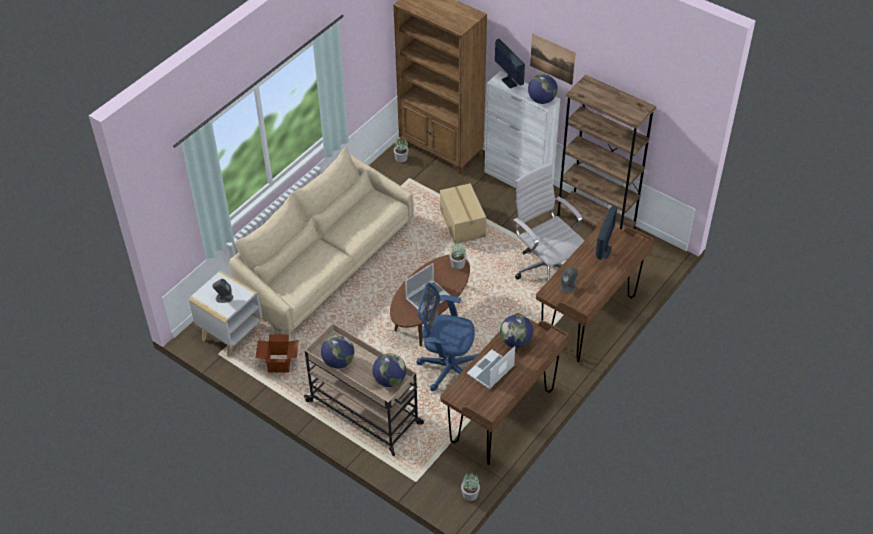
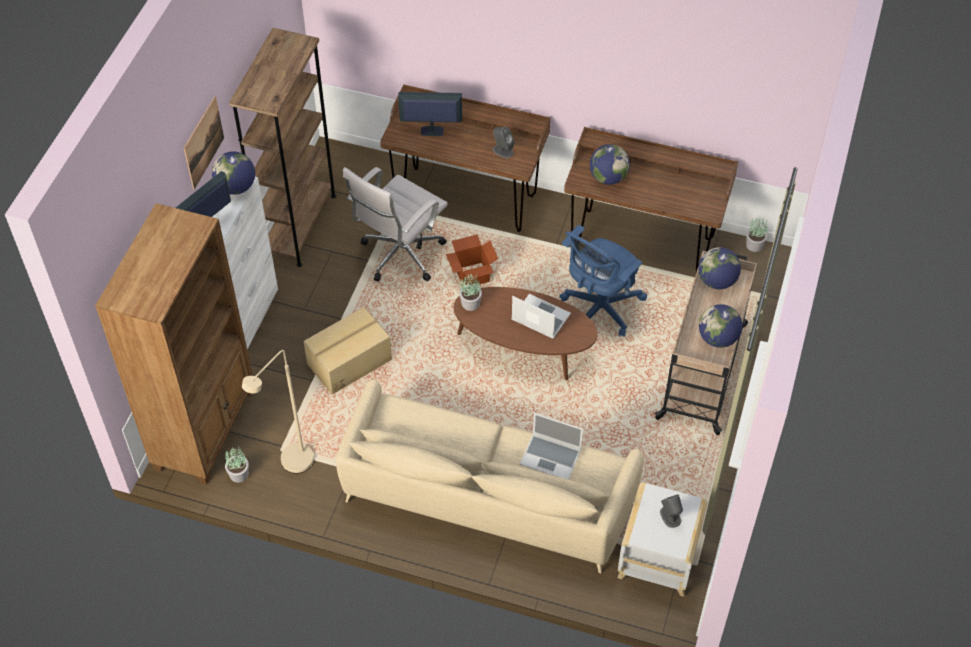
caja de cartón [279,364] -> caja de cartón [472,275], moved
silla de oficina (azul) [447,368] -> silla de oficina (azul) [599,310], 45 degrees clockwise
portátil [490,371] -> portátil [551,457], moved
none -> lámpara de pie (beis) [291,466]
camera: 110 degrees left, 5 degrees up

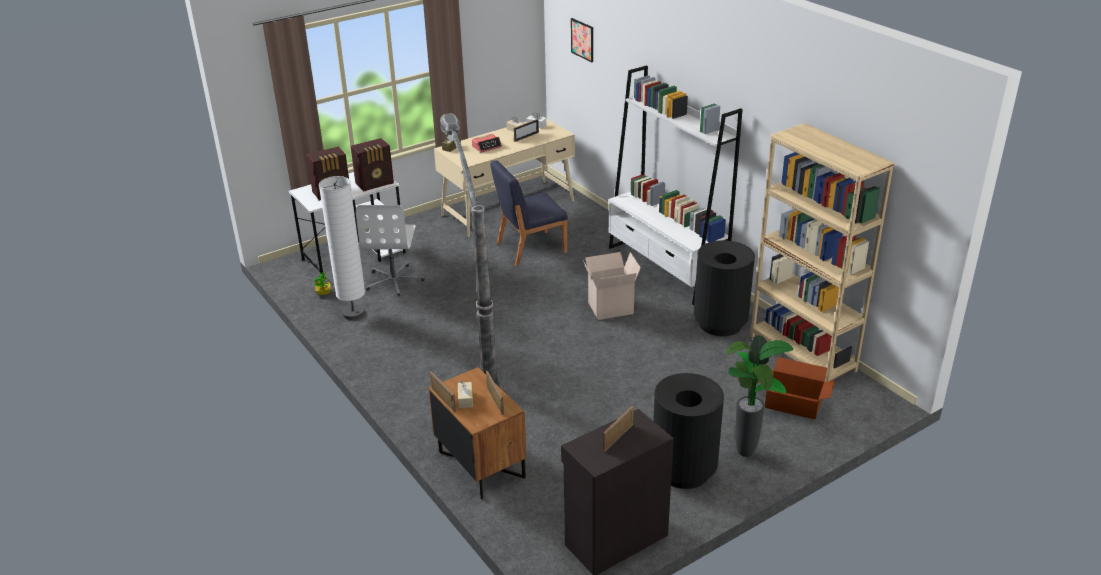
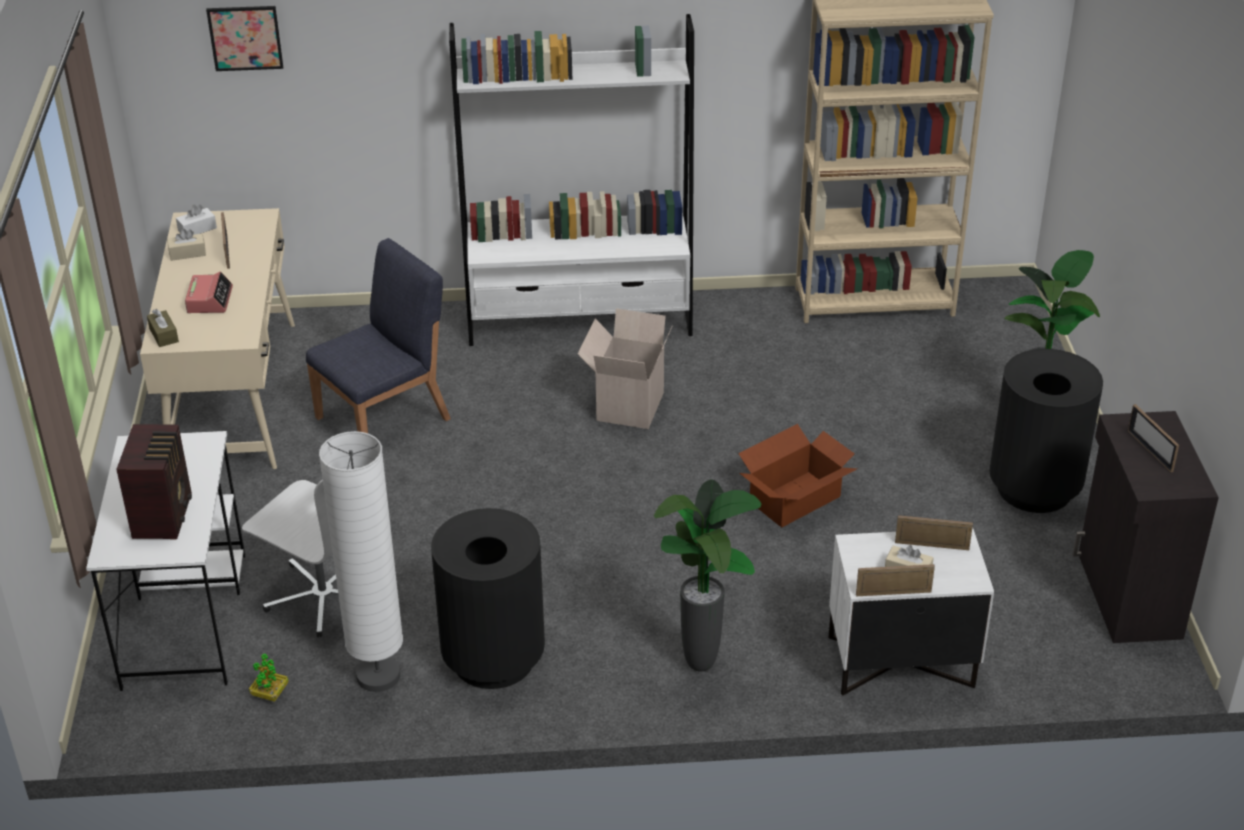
radio [375,183] -> none
mesita de noche (marrón) [480,465] -> mesita de noche (blanco) [900,663]
lámpara de pie [476,343] -> none
silla (azul) [530,248] -> silla (azul) [385,418], 135 degrees counterclockwise
papelera (negro) [720,323] -> papelera (negro) [493,659], moved
caja de cartón [793,404] -> caja de cartón [796,499], moved
none -> planta en maceta [702,666]
camera: 60 degrees left, 5 degrees up

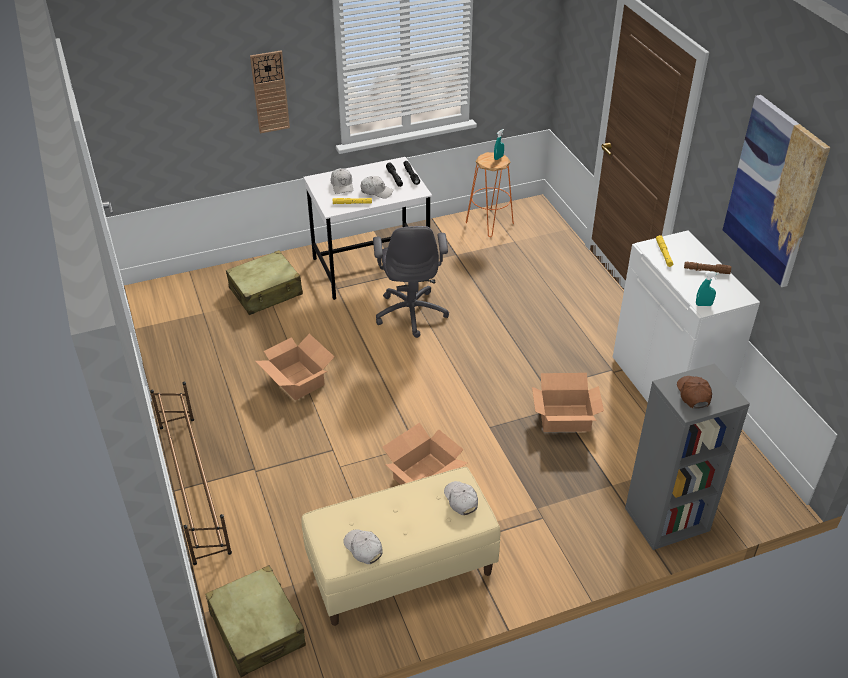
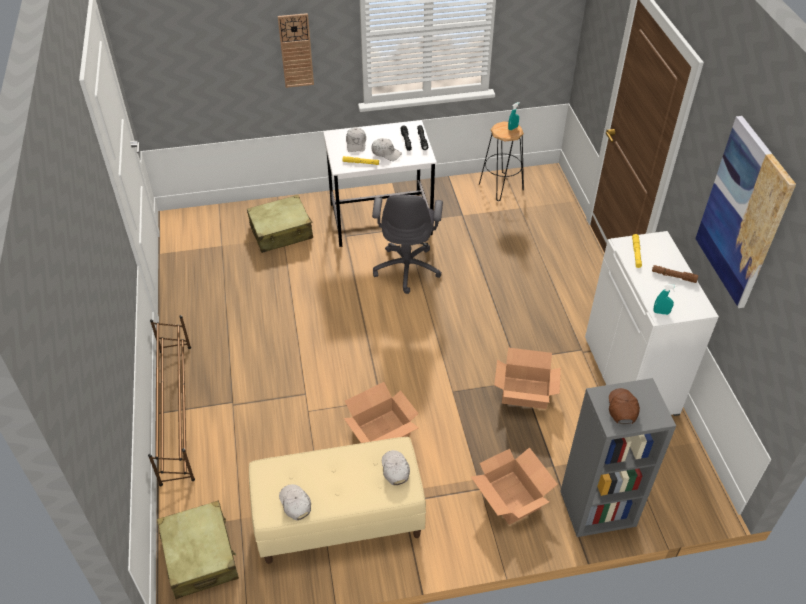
caja de cartón [297,380] -> caja de cartón [511,497], moved
taburete (naranja) [489,223] -> taburete (negro) [501,186]
camera: 10 degrees right, 5 degrees up

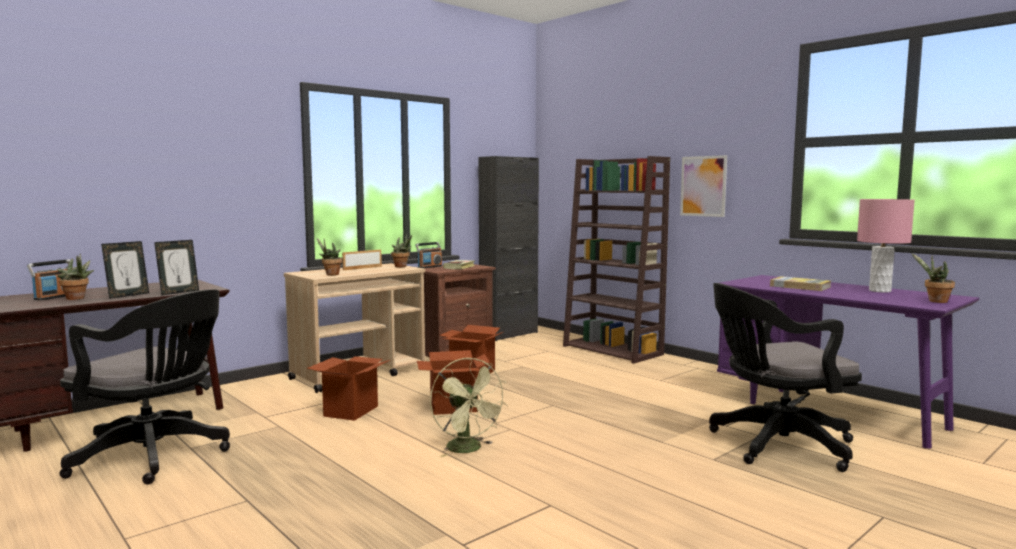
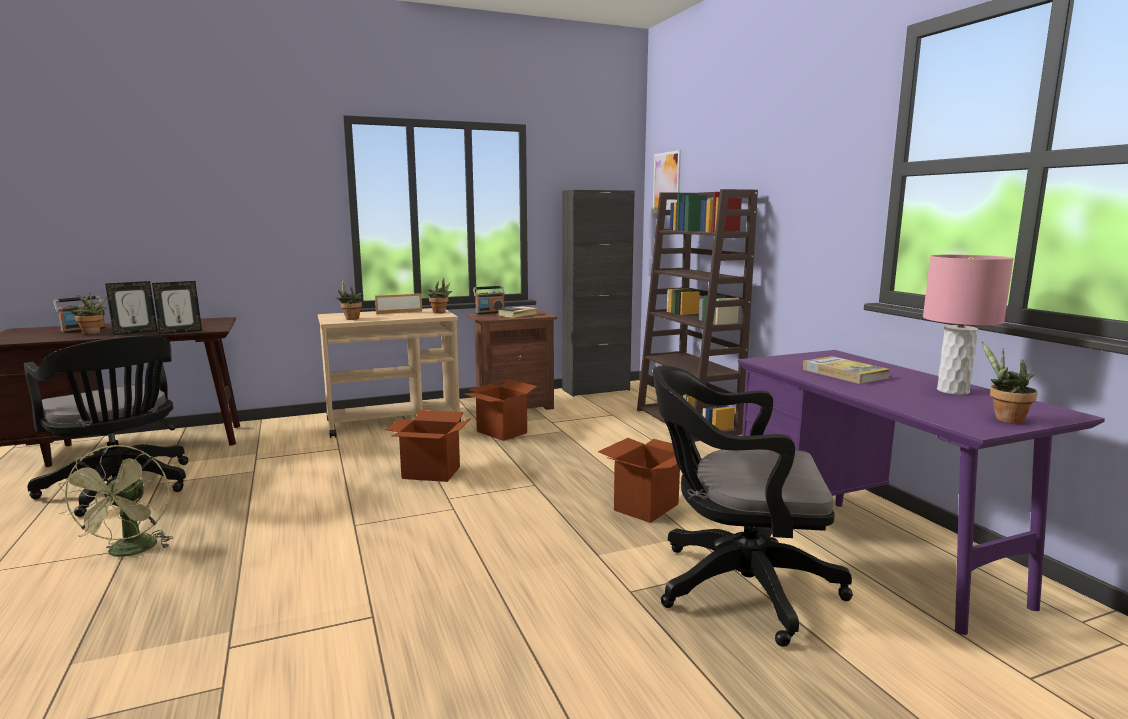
caja de cartón [351,411] -> caja de cartón [646,507], moved
ventilador (verde) [468,450] -> ventilador (verde) [130,552], moved
cuadro [703,186] -> cuadro [666,182], moved
camera: 20 degrees right, 5 degrees up

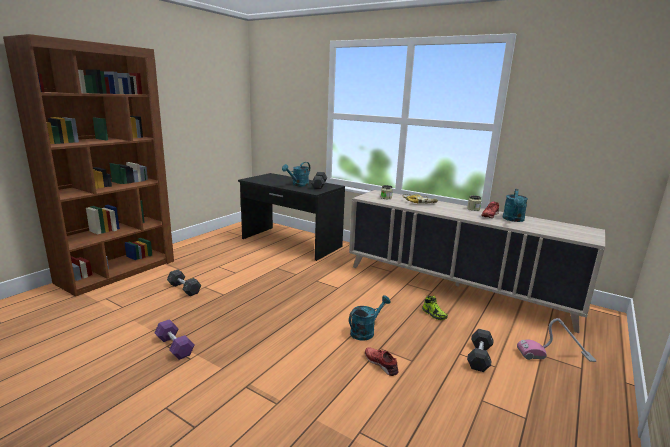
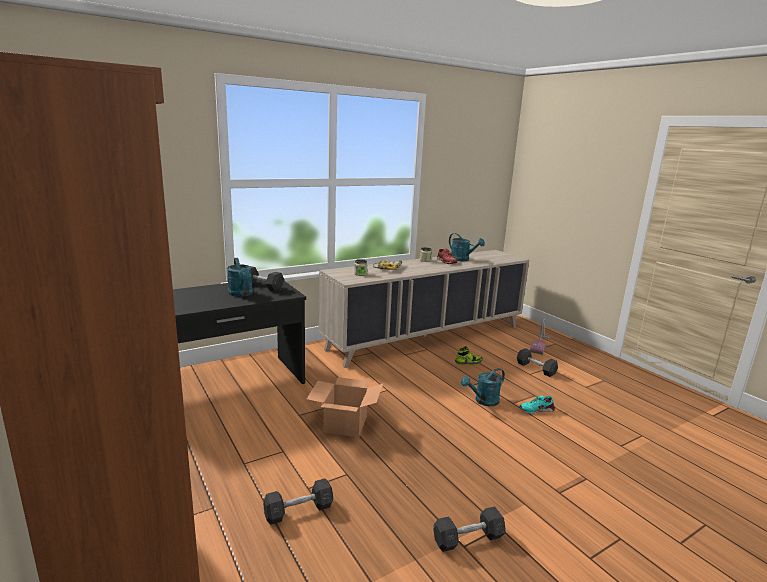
mancuerna (morado) [174,346] -> mancuerna (gris) [468,539]
regadera (turquesa) [365,331] -> regadera (turquesa) [483,401], 105 degrees counterclockwise
zapato (rojo) [381,364] -> zapato (turquesa) [536,409]
none -> caja de cartón [345,424]
camera: 65 degrees left, 0 degrees up

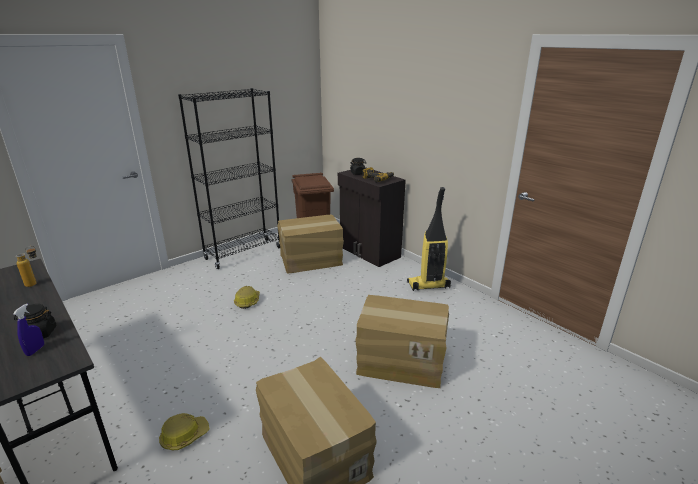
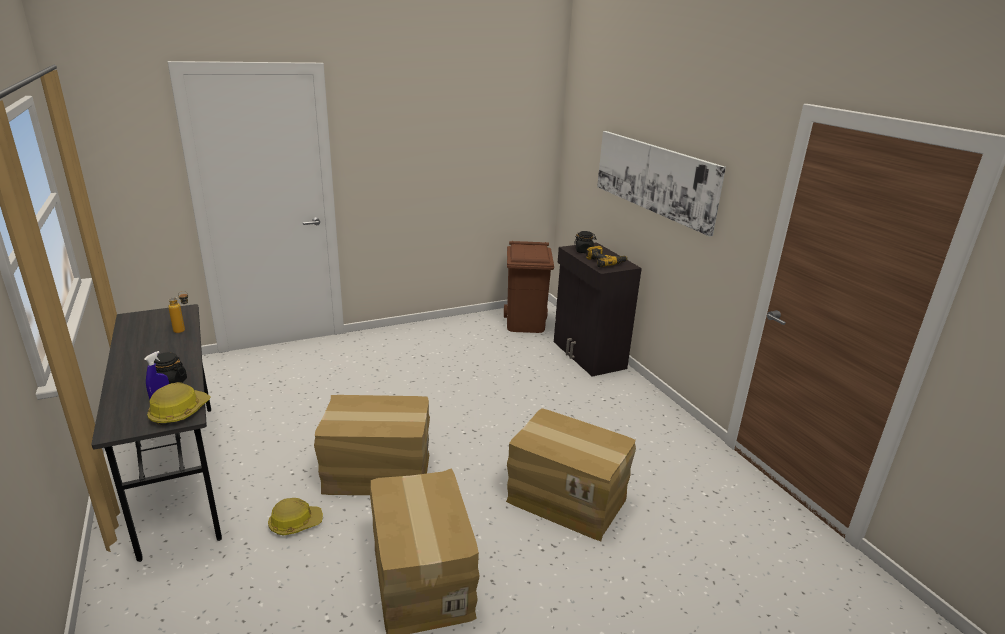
estantería (negro) [243,253] -> none
casco [247,301] -> casco [179,412], moved
caja de cartón [311,260] -> caja de cartón [377,472], moved
aspiradora [428,285] -> none
none -> cuadro [654,178]
camera: 15 degrees right, 0 degrees up

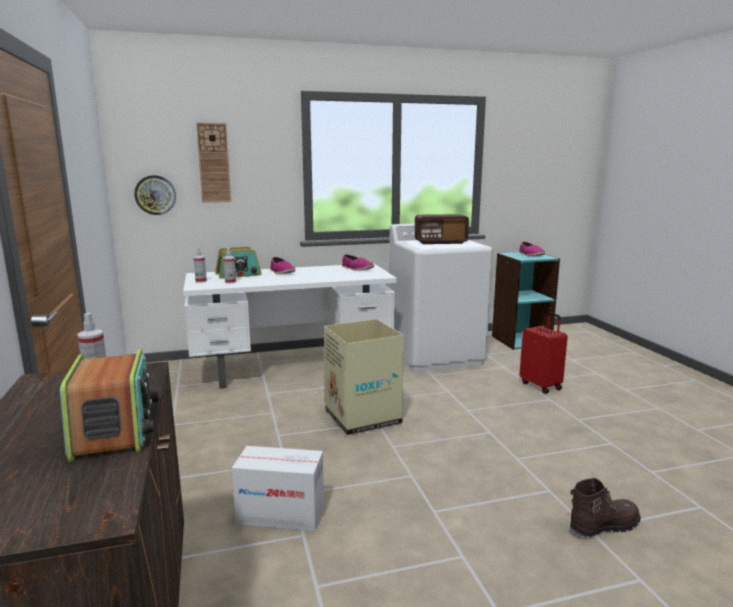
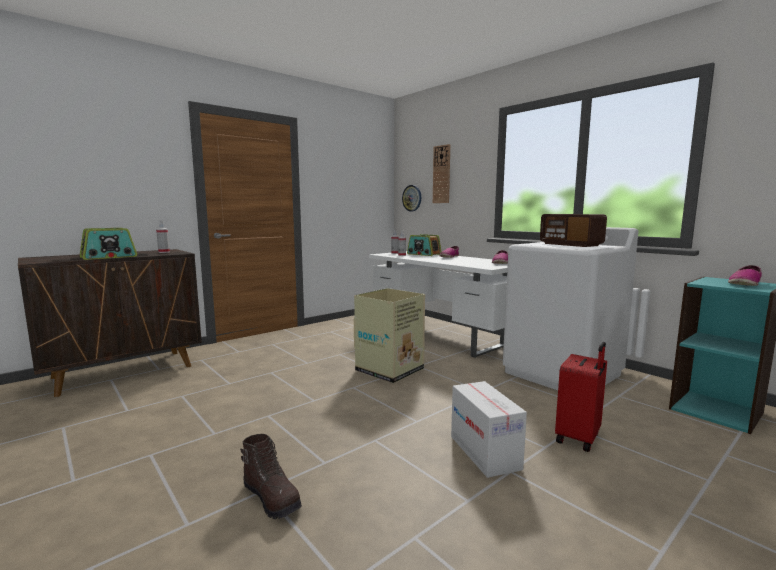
caja de cartón [281,514] -> caja de cartón [485,452], moved
camera: 65 degrees right, 5 degrees down

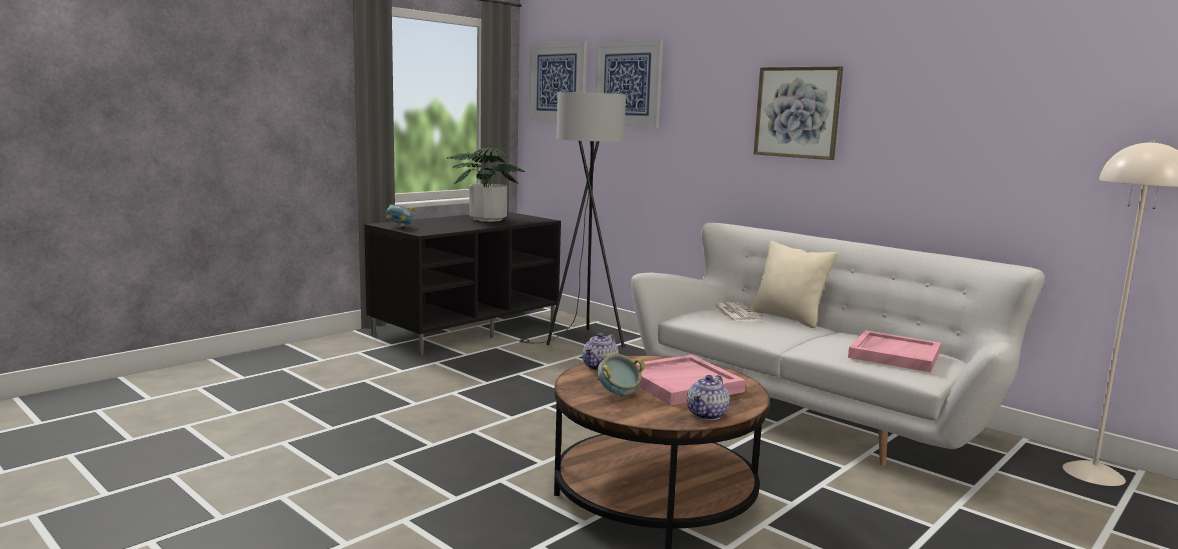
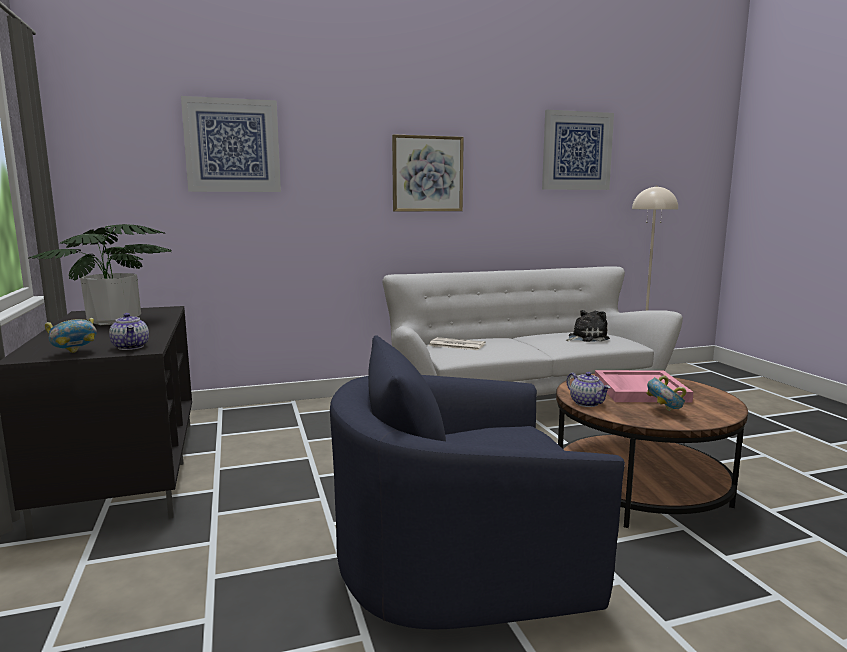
lámpara de pie (gris) [580,341] -> none
cuadro [558,82] -> cuadro [577,151], moved
tetera [707,415] -> tetera [131,347], moved
cojín (beis) [788,318] -> none
bandeja (rosa) [894,354] -> peluche [586,338]
none -> sillón (azul) [460,560]
camera: 60 degrees left, 0 degrees up

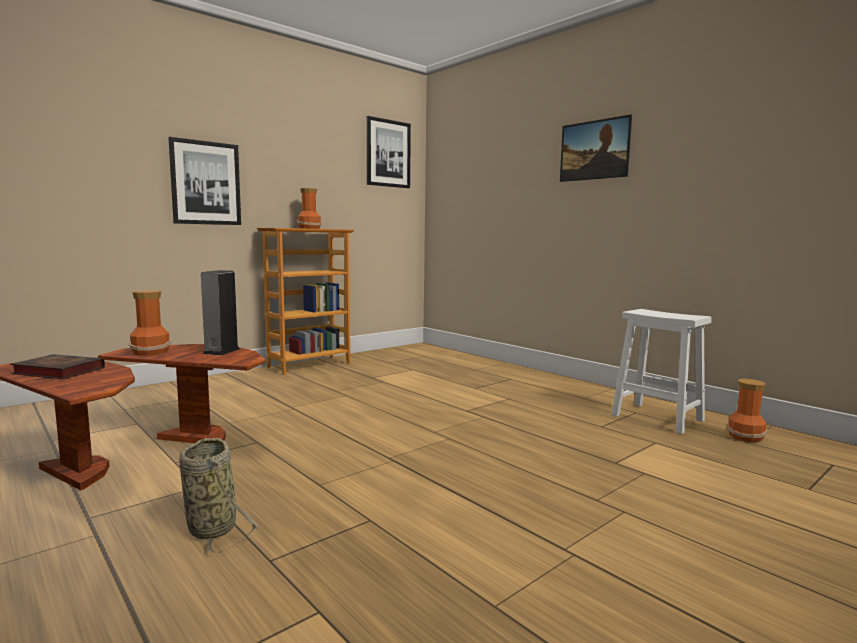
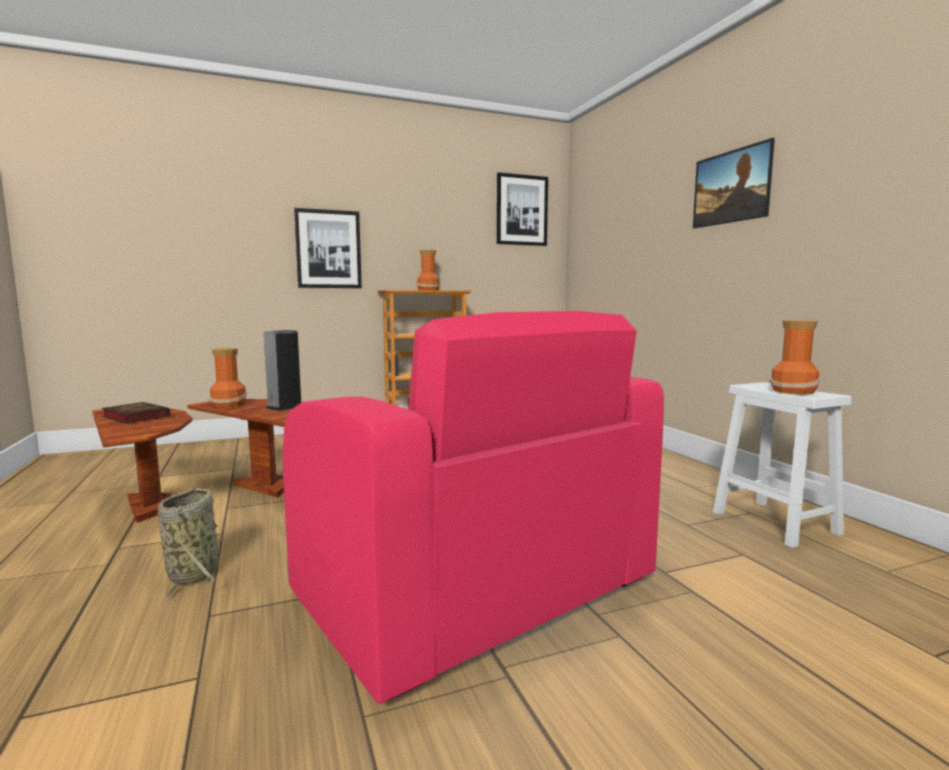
florero [746,436] -> florero [794,391], moved
none -> sillón (rosa) [475,591]
camera: 20 degrees right, 0 degrees up

